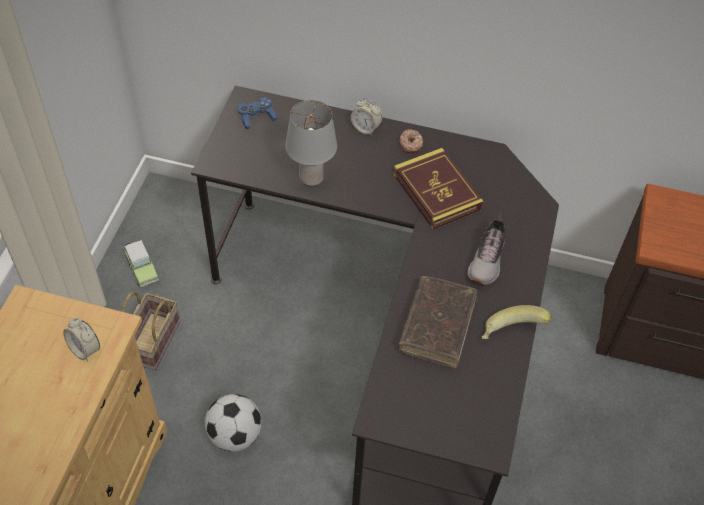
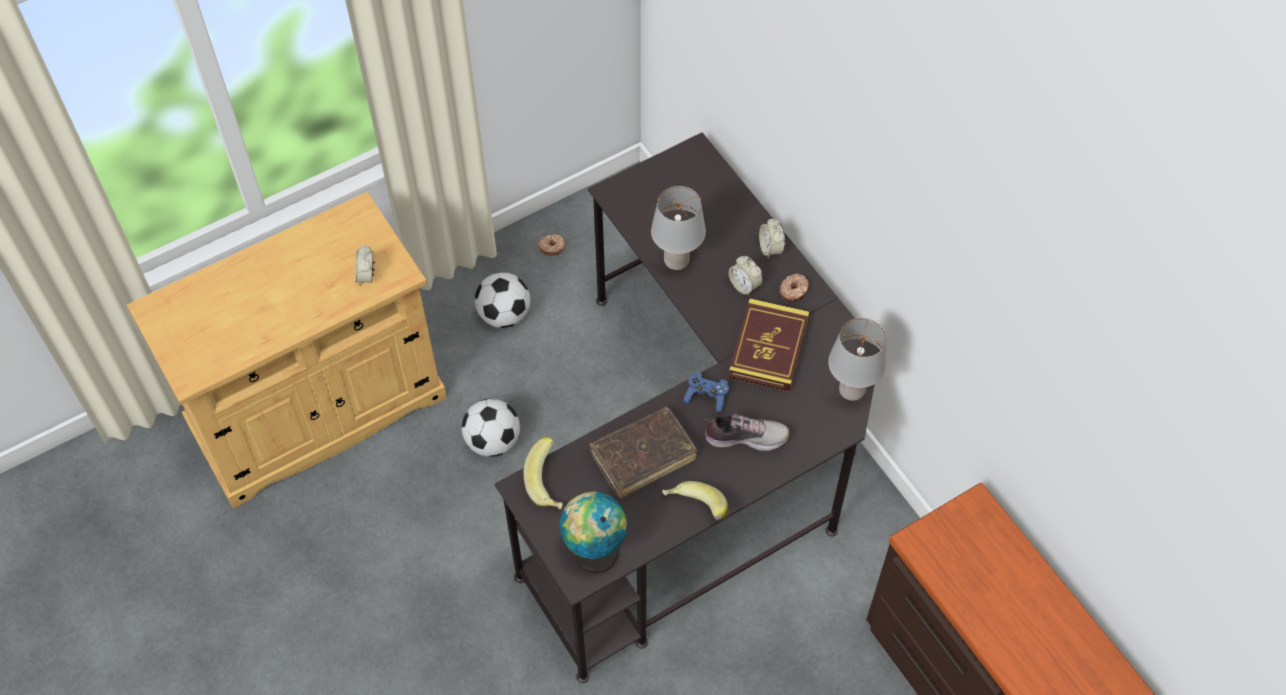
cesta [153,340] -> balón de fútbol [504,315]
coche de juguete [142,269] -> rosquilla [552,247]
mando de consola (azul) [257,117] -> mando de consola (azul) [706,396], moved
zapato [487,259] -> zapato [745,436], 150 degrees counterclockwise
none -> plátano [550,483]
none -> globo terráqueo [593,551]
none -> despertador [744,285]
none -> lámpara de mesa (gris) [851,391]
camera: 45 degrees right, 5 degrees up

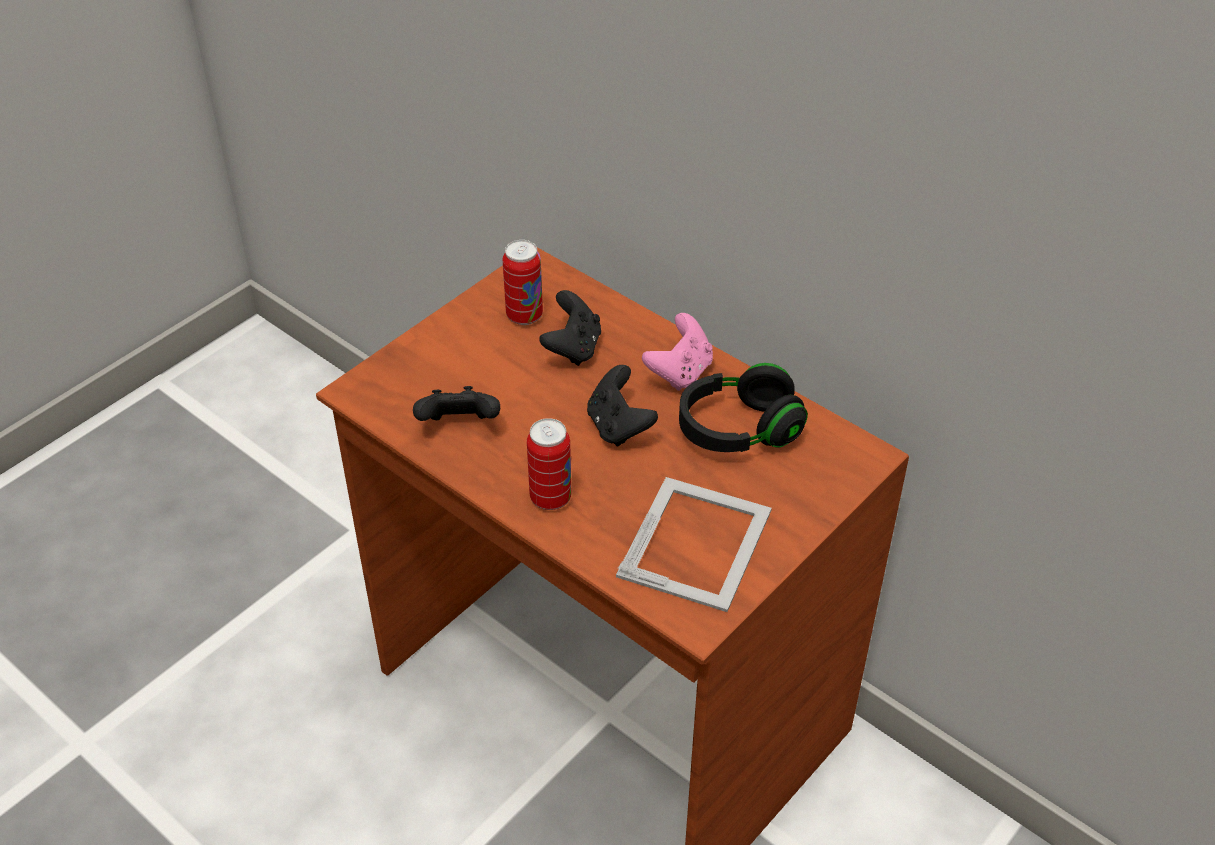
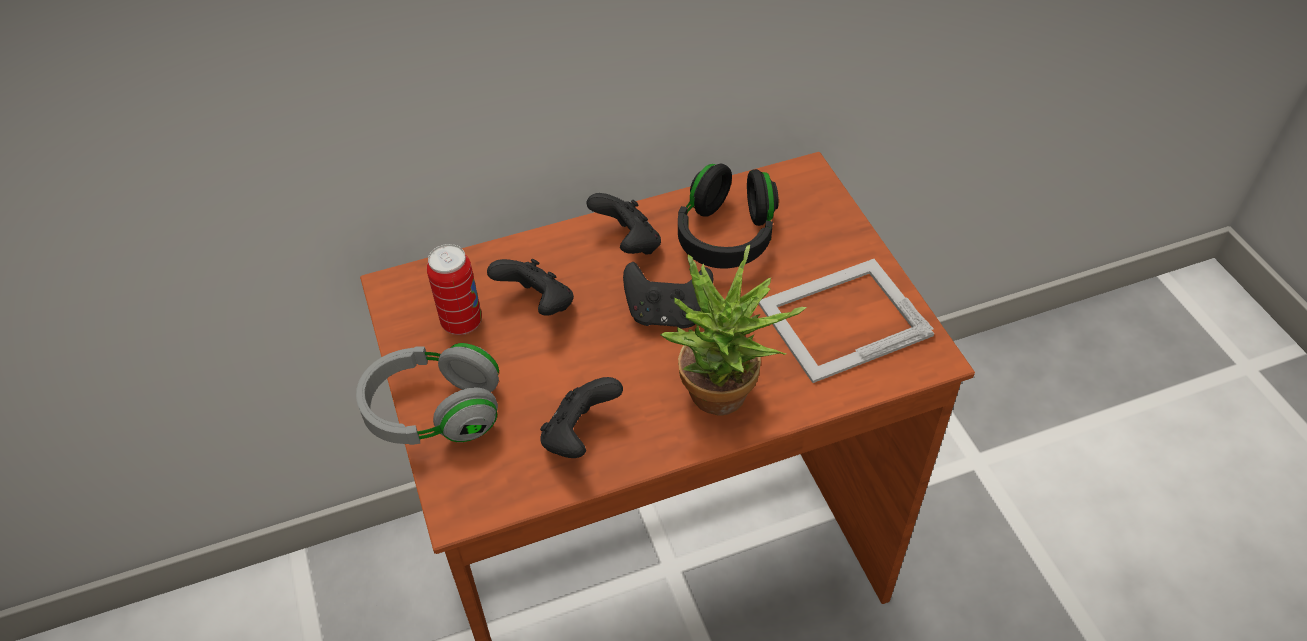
lata [550,498] -> planta en maceta [726,401]
portarretratos [697,542] -> portarretratos [841,319], 75 degrees counterclockwise
mando de consola (rosa) [680,372] -> mando de consola (negro) [628,243]
none -> auriculares (gris) [434,412]
camera: 60 degrees left, 5 degrees up

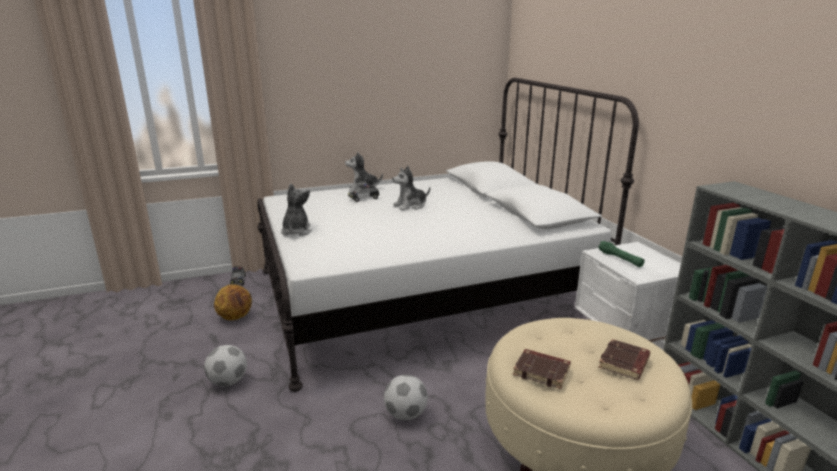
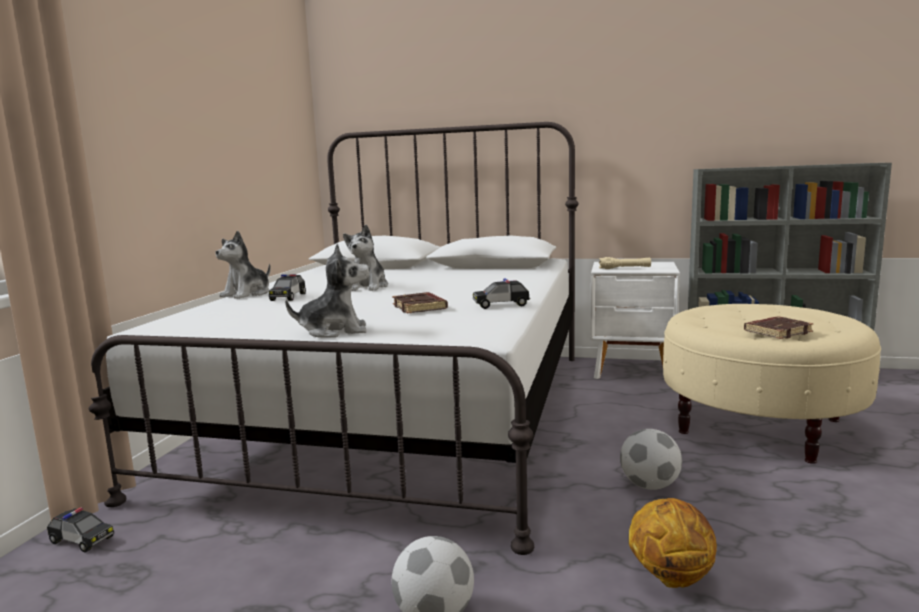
balón de baloncesto [235,317] -> balón de baloncesto [670,576], moved
peluche [296,231] -> peluche [334,331], 135 degrees clockwise
linterna (verde) [620,259] -> linterna (beis) [625,268]
libro (marrón) [624,363] -> libro (marrón) [420,307], moved
none -> coche de juguete [501,305]
camera: 55 degrees left, 10 degrees down

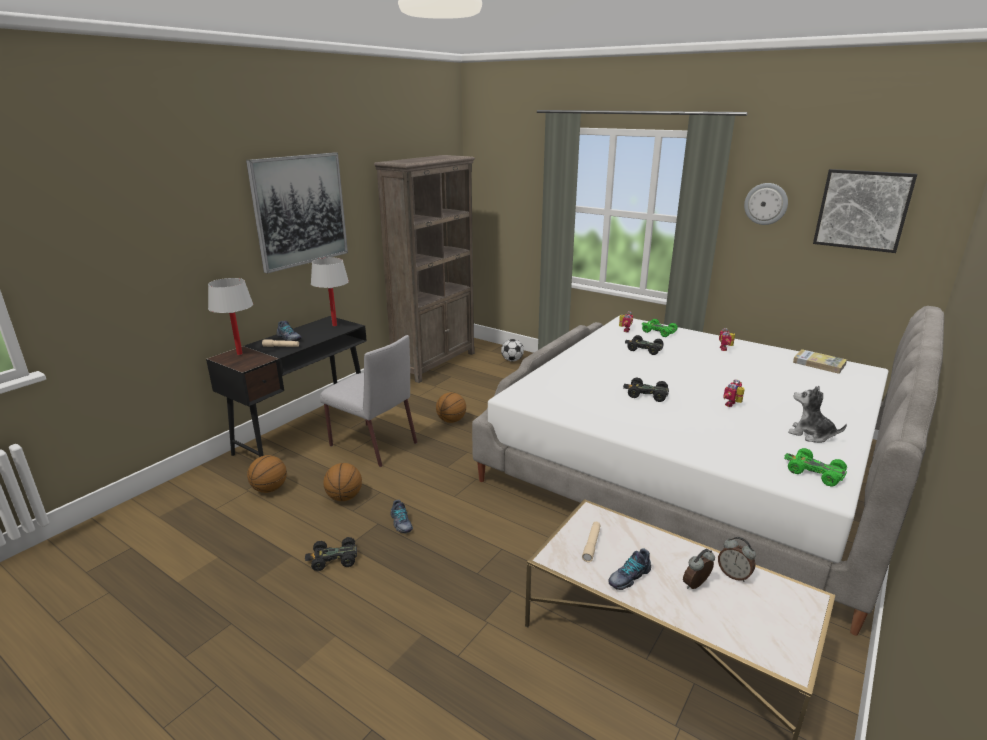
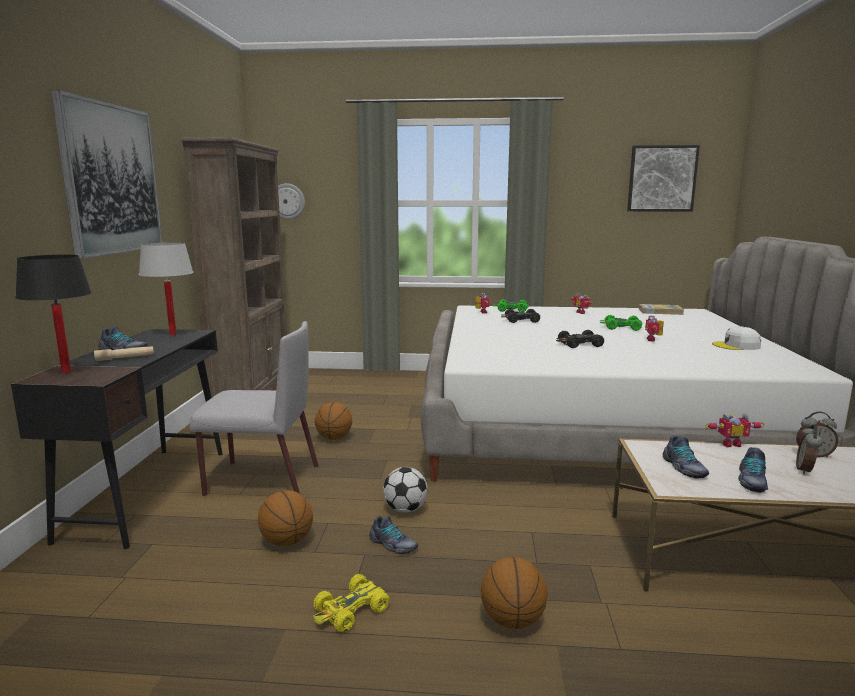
lámpara de mesa (blanco) [239,354] -> lámpara de mesa (negro) [66,372]
balón de baloncesto [269,489] -> balón de baloncesto [512,620], moved
coche de juguete (negro) [333,559] -> coche de juguete (amarillo) [351,611]
balón de fútbol [512,360] -> balón de fútbol [405,509], moved
linterna (beis) [591,544] -> zapato [683,468]
reloj de pared [766,204] -> reloj de pared [288,201], moved
coche de juguete (verde) [814,472] -> coche de juguete (verde) [621,327], moved
peluche [810,434] -> gorra (blanco) [736,346]
none -> robot de juguete [730,443]
camera: 30 degrees left, 10 degrees down

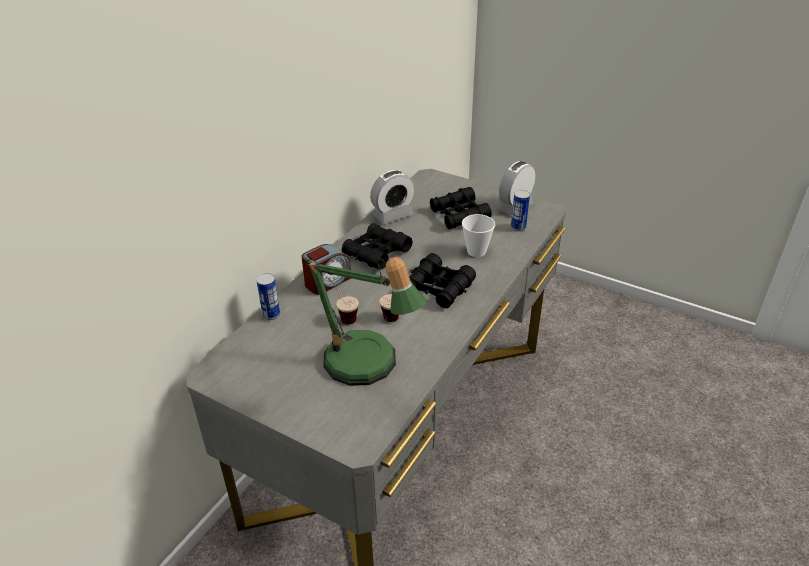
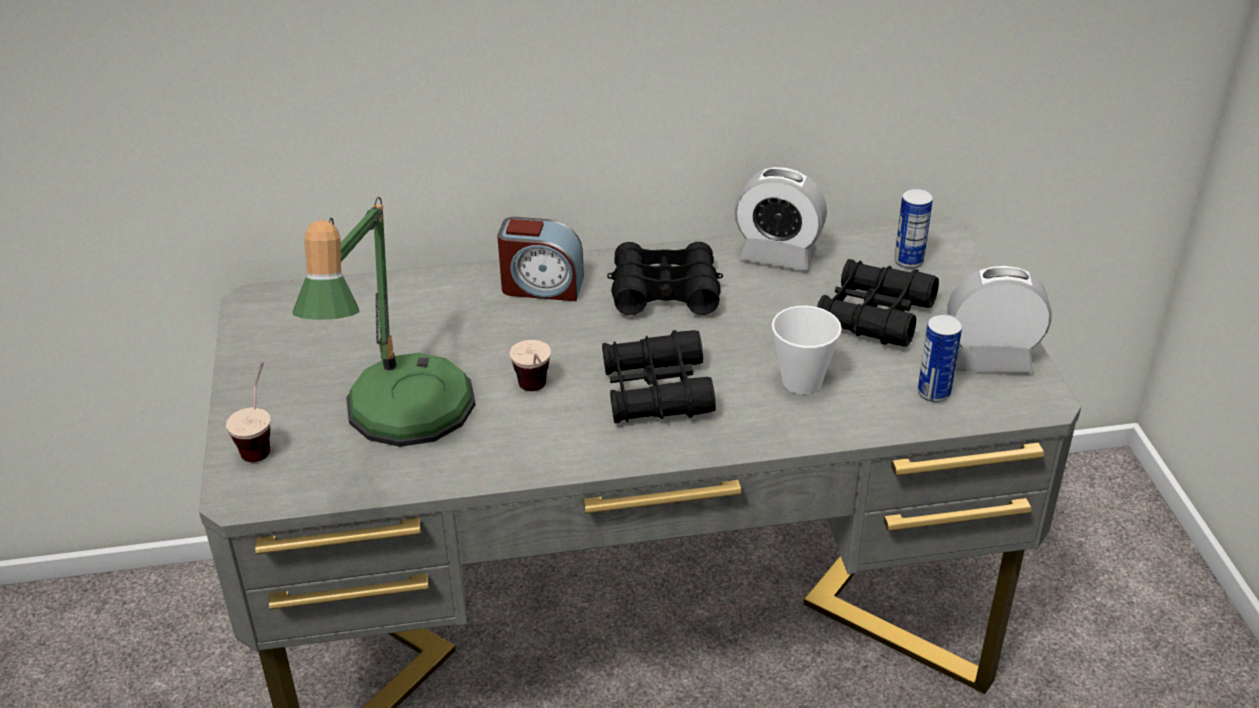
lata [271,315] -> lata [908,261], moved
taza [343,315] -> taza [261,441], moved
camera: 50 degrees right, 0 degrees up

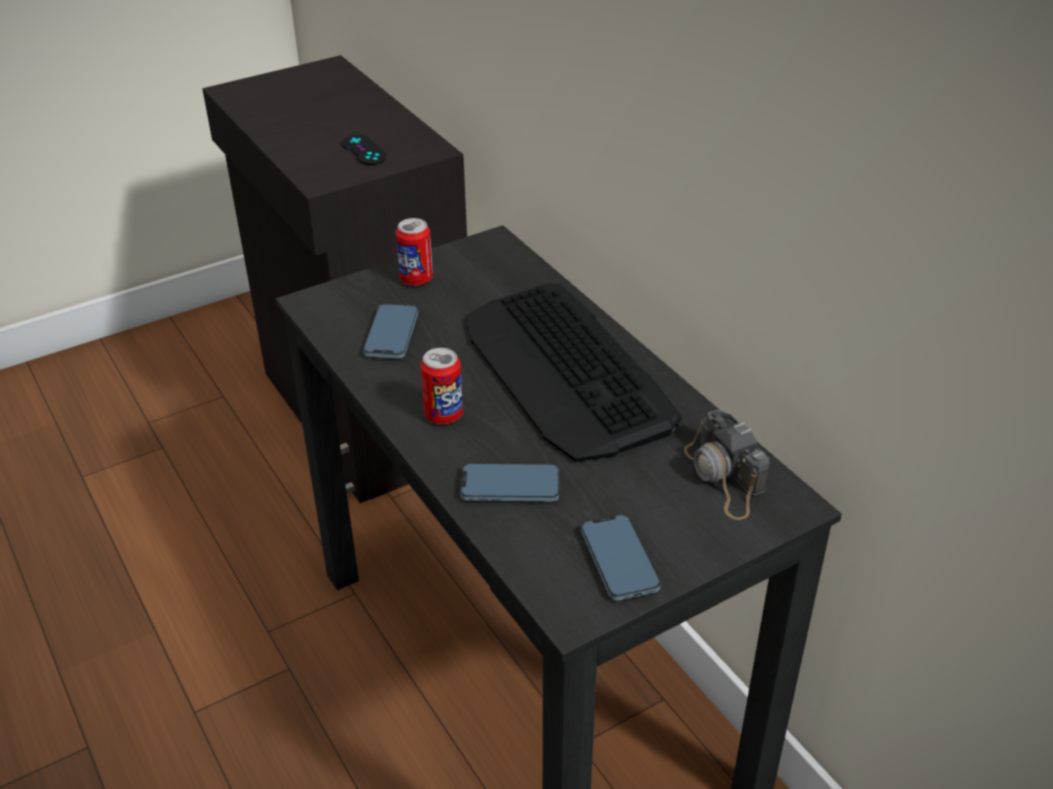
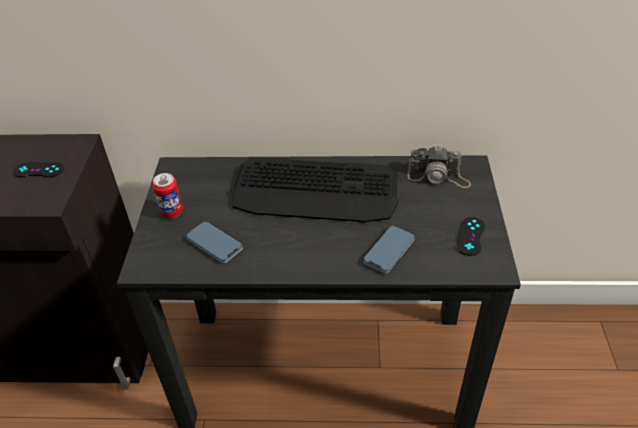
lata [443,415] -> none
móvil [619,561] -> mando de consola (negro) [471,236]
camera: 55 degrees left, 5 degrees up

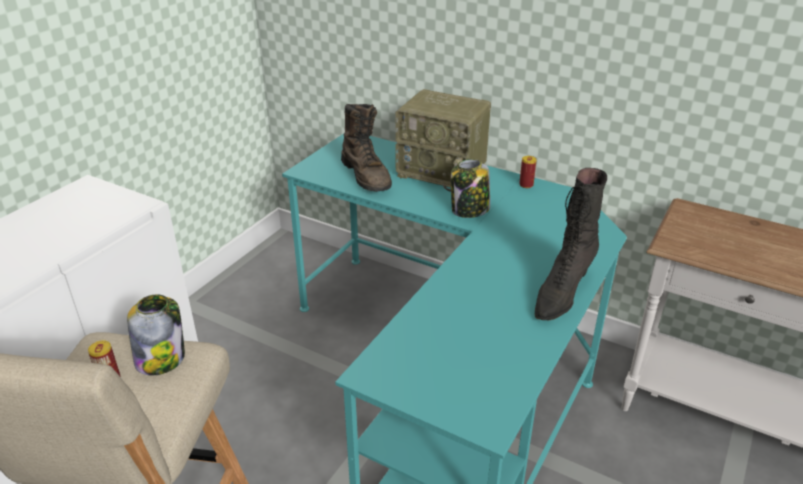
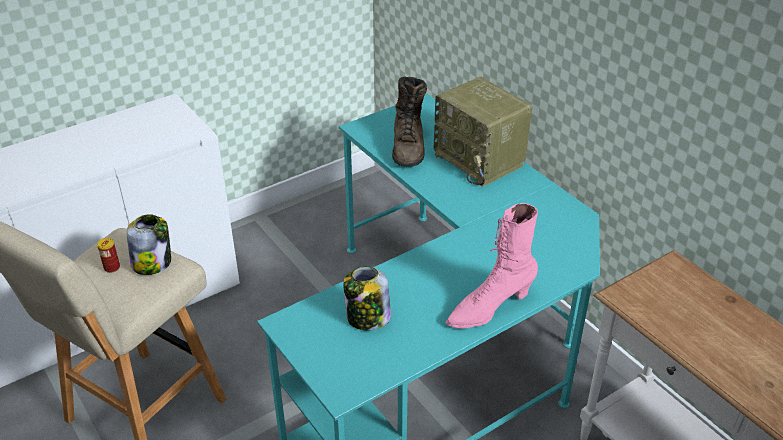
tarro [469,210] -> tarro [367,318], moved
lata [526,185] -> none
bota (negro) [562,293] -> bota (rosa) [489,308]
camera: 25 degrees right, 5 degrees up

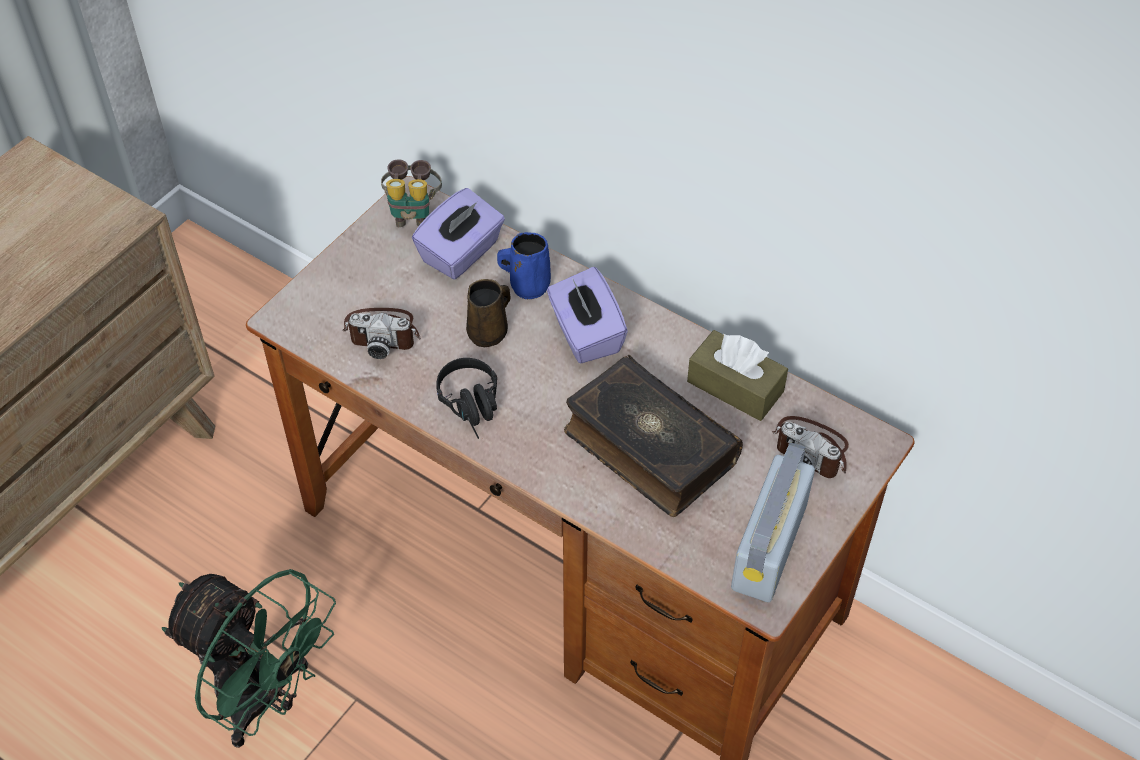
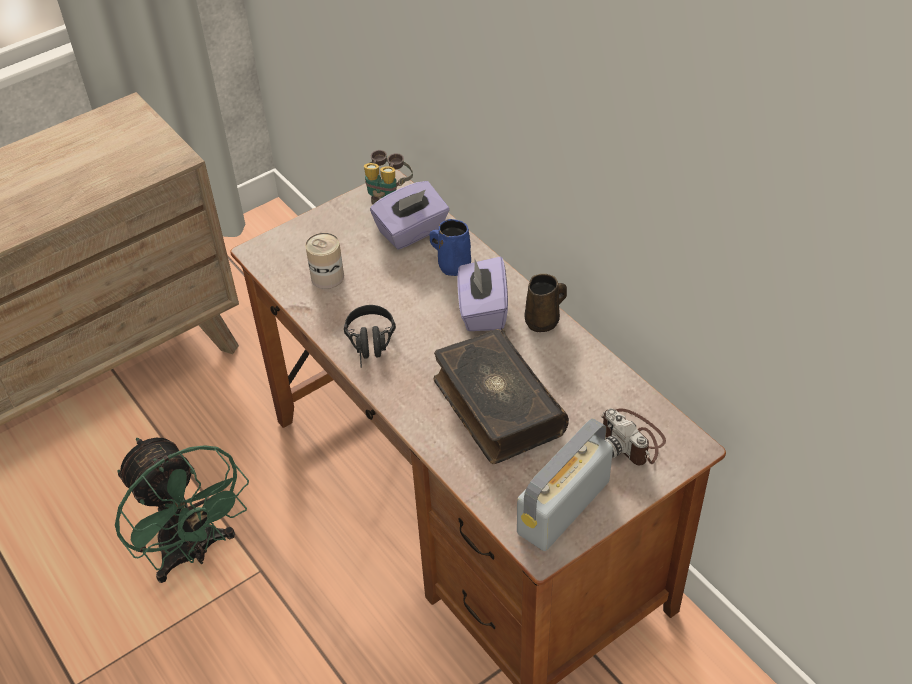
cámara [383,333] -> lata [327,277]
taza grande (marrón) [489,332] -> taza grande (marrón) [543,321], moved
caja de pañuelos (marrón) [735,386] -> none
camera: 20 degrees right, 5 degrees down

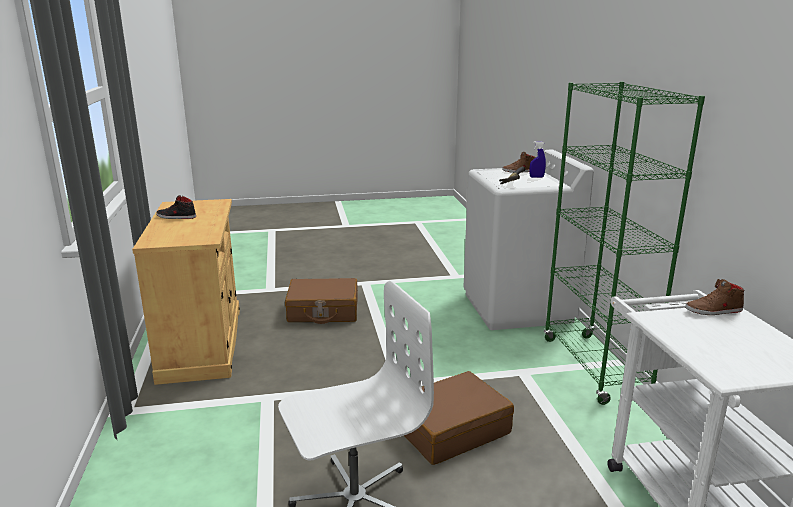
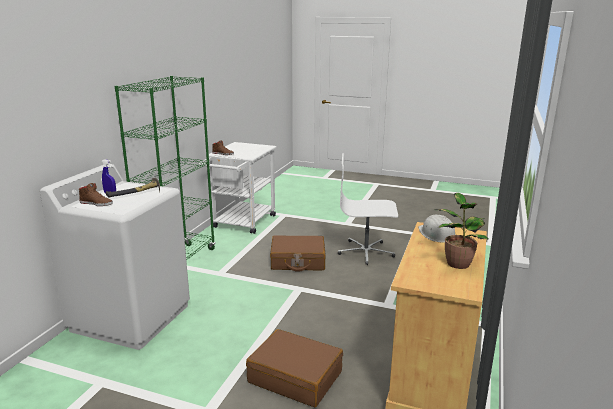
zapato (negro) [176,217] -> planta en maceta [457,263]
none -> casco (blanco) [436,234]
camera: 150 degrees left, 0 degrees up

